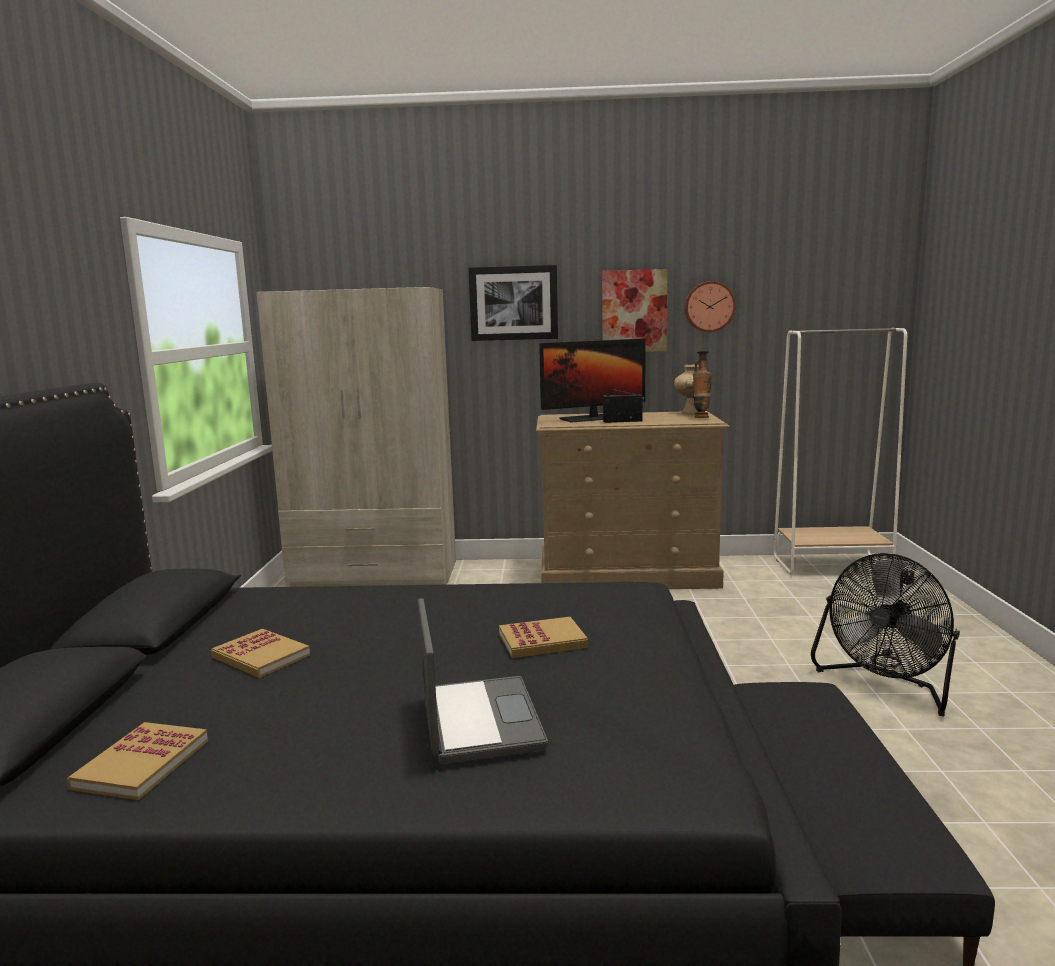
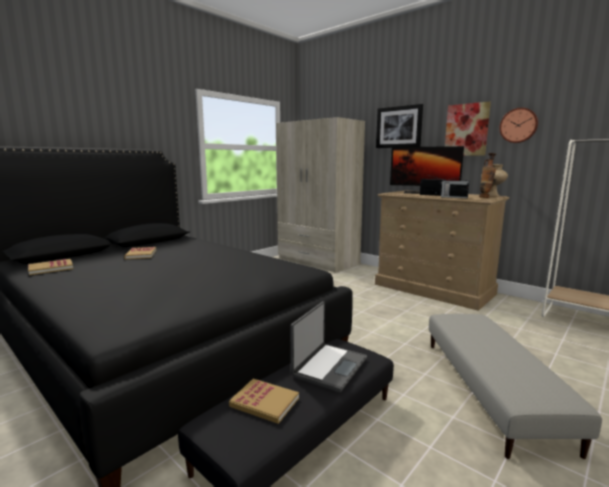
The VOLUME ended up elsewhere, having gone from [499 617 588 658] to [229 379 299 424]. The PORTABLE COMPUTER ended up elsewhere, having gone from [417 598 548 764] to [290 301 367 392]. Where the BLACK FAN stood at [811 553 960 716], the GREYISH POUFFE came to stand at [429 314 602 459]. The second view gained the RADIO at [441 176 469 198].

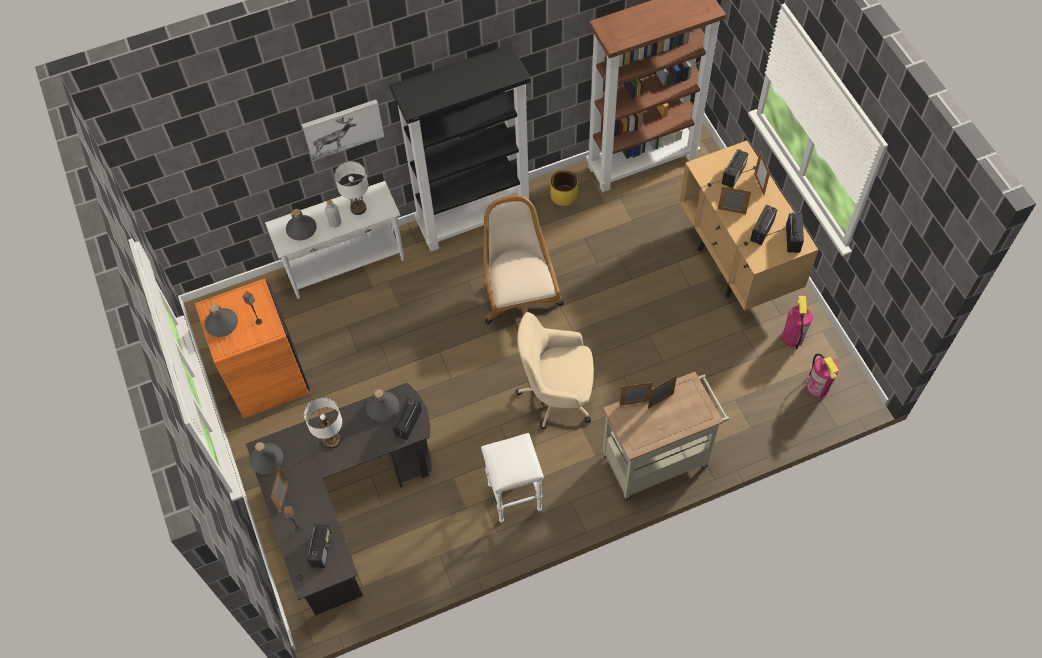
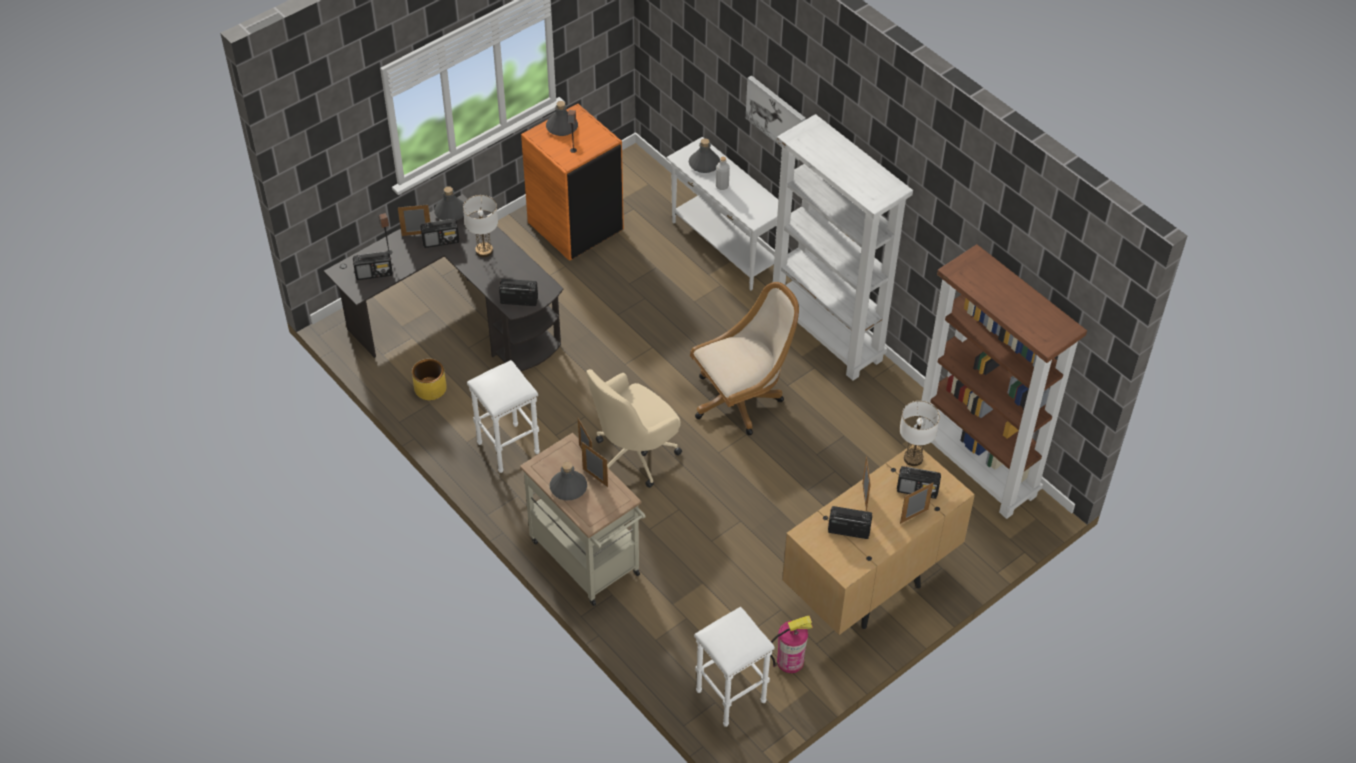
The YELLOWISH FLOWER POT ended up elsewhere, having gone from [550 170 578 206] to [412 359 447 400]. The RADIO ended up elsewhere, having gone from [786 213 804 253] to [420 219 459 248]. The GREYISH BEVERAGE BOTTLE ended up elsewhere, having gone from [366 389 399 422] to [550 462 587 500]. The BEIGE-COLOURED DESK CHAIR at [515 312 594 429] ended up facing another way, 120 degrees counterclockwise from before. Where the FIRE EXTINGUISHER stood at [806 354 839 398], the WHITE STOOL SEAT came to stand at [694 607 775 727]. What was the BLACK BOOKSHELF at [390 44 531 251] turned into the WHITE BOOKSHELF at [773 114 913 381]. The TABLETOP LAMP ended up elsewhere, having gone from [334 161 368 215] to [900 401 940 466].

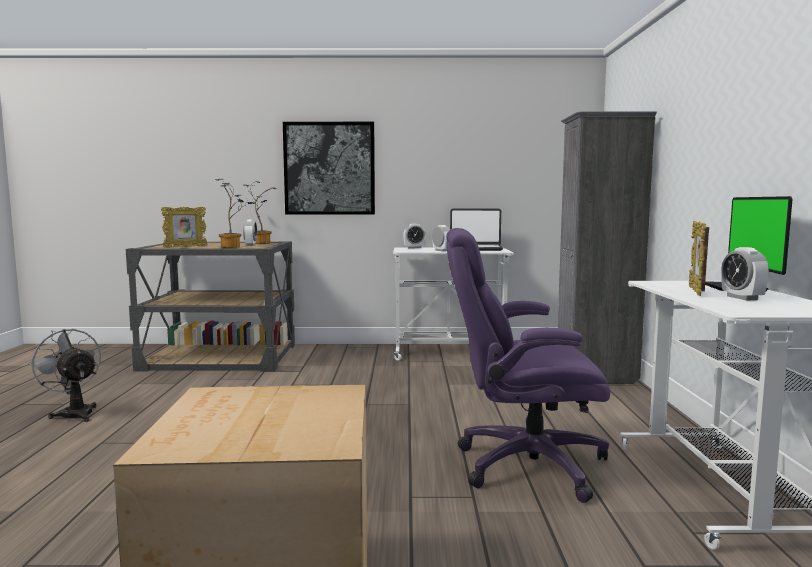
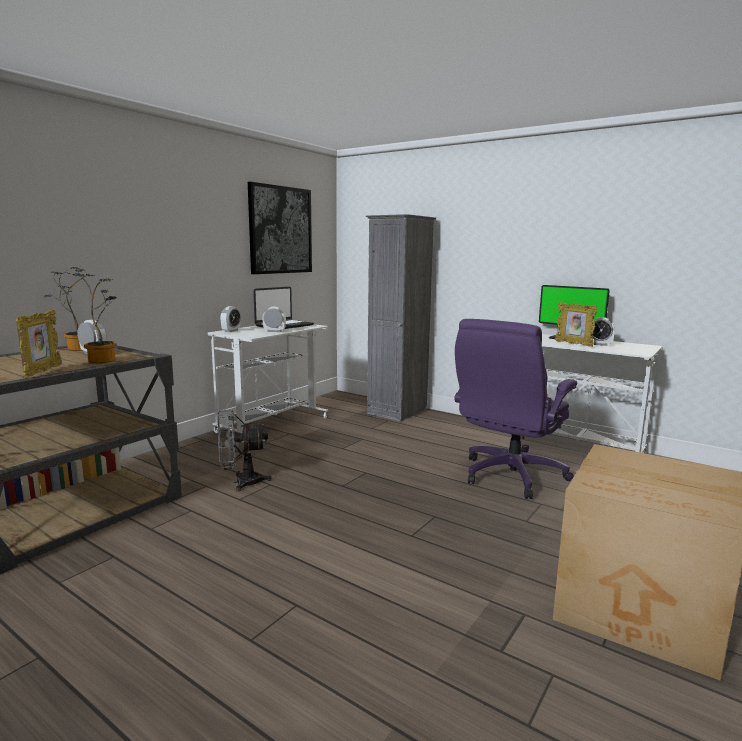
The GREYISH FAN ended up elsewhere, having gone from [28 328 101 422] to [217 410 272 491]. The WALL PICTURE ended up elsewhere, having gone from [283 122 375 215] to [248 182 312 274].

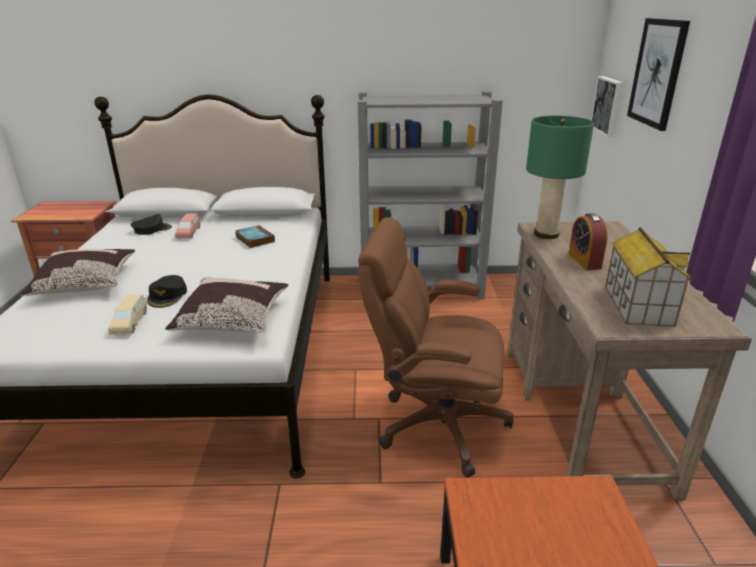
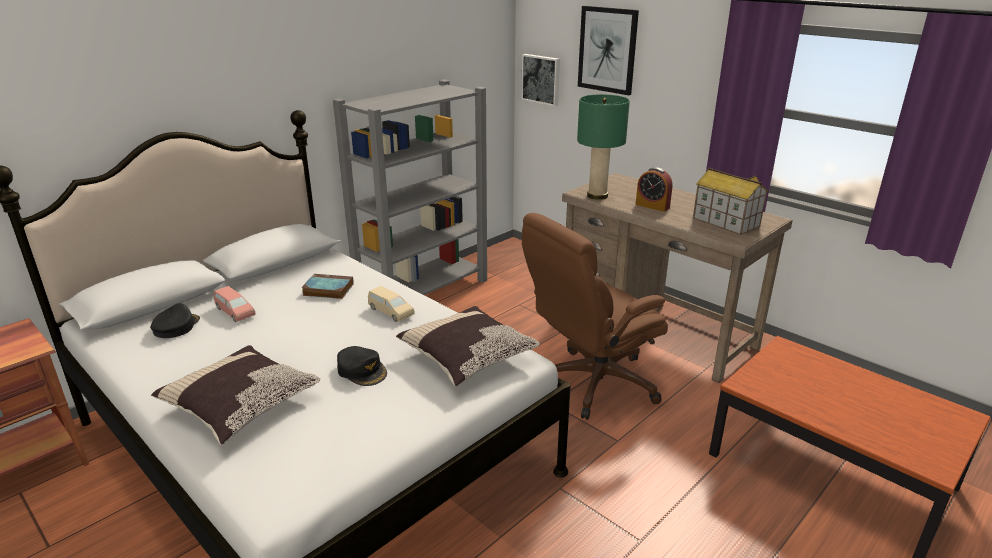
The BEIGE-COLOURED MINIATURE CAR ended up elsewhere, having gone from [108 294 147 335] to [368 286 415 322].

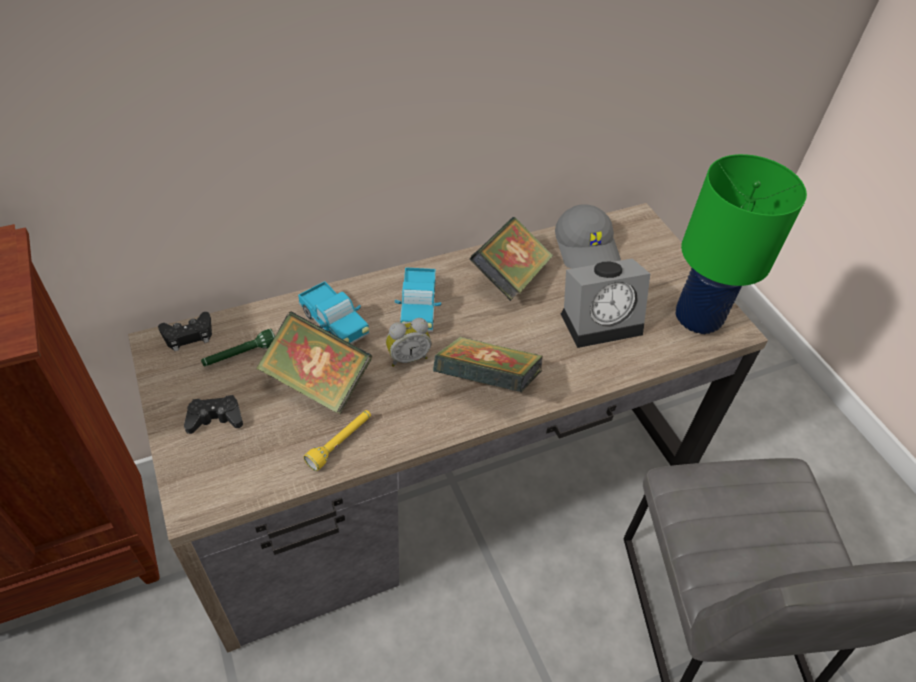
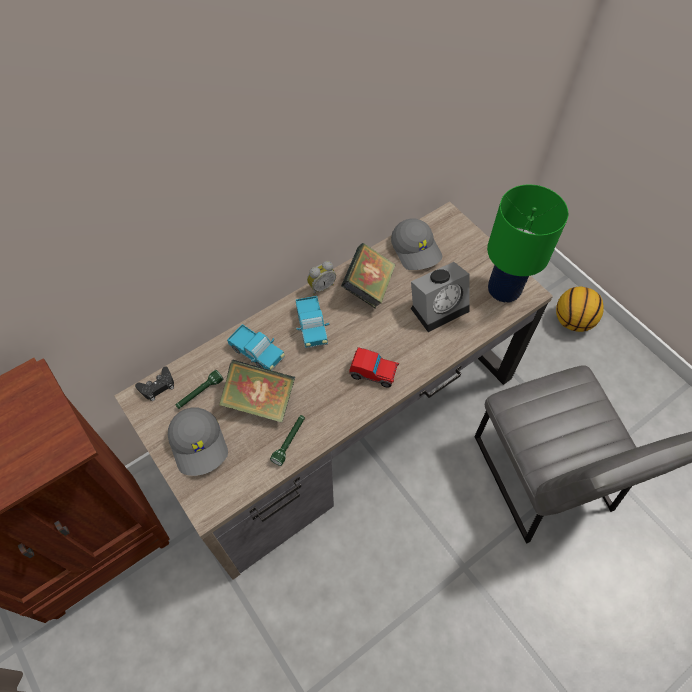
Where the BLACK GAME CONTROLLER stood at [184 395 243 434], the GREYISH BASEBALL CAP came to stand at [168 407 228 476]. What was the YELLOWISH HAND TORCH at [304 410 371 471] turned into the GREEN-COLOURED HAND TORCH at [270 415 305 466]. The ALARM CLOCK ended up elsewhere, having gone from [386 318 431 367] to [307 261 336 295]. Where the VOLUME stood at [433 337 543 393], the MINIATURE CAR came to stand at [349 347 399 388]. The second view gained the BASKETBALL at [556 286 604 332].

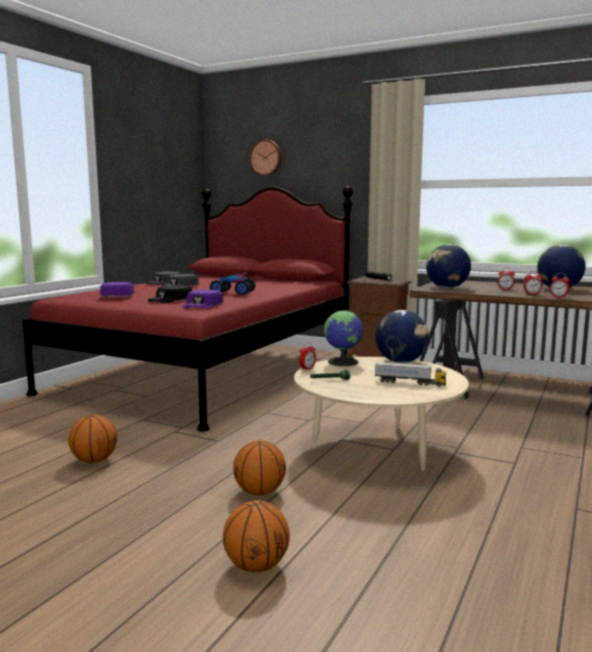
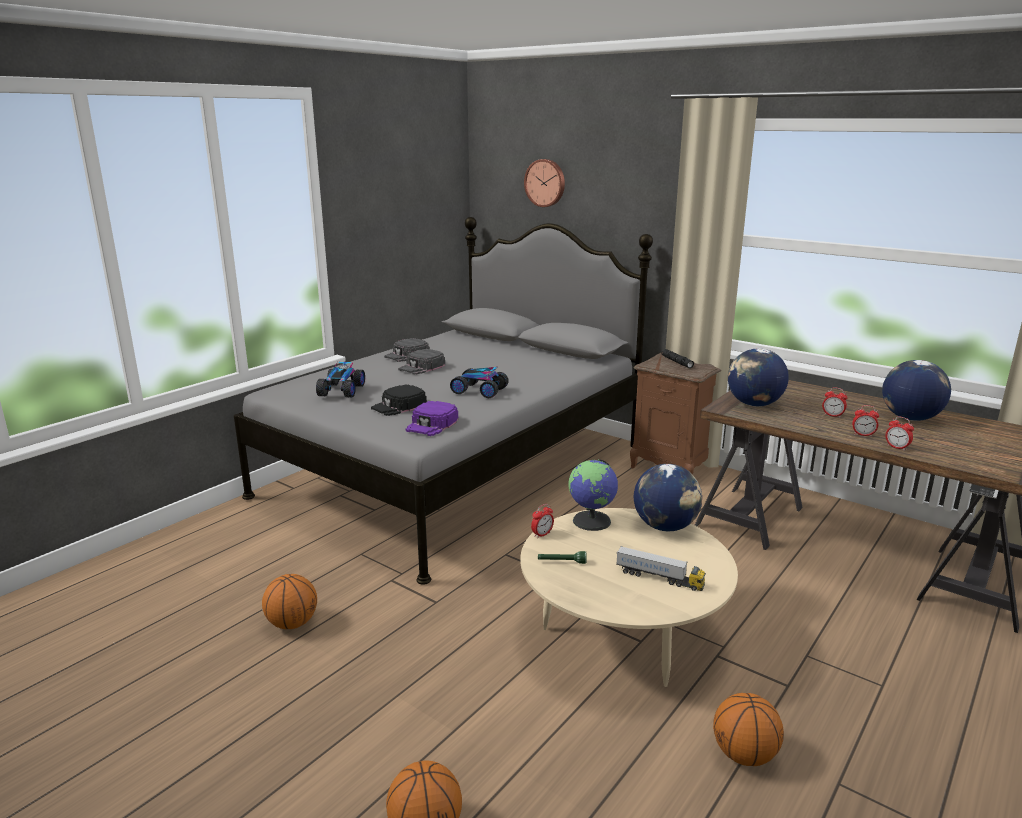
What was the REDDISH BEDROOM BED at [22 186 353 432] turned into the GREYISH BEDROOM BED at [234 217 653 585]. Where the PURPLISH BASEBALL CAP stood at [100 282 135 297], the MINIATURE CAR came to stand at [316 362 365 397]. The BASKETBALL ended up elsewhere, having gone from [233 440 286 496] to [713 693 784 766].

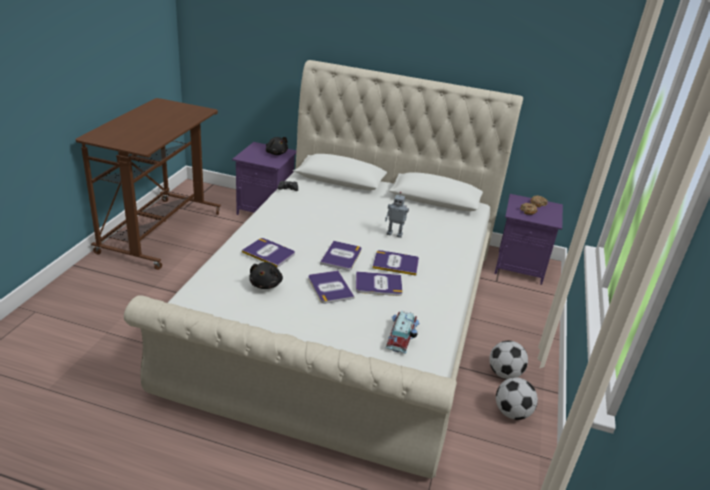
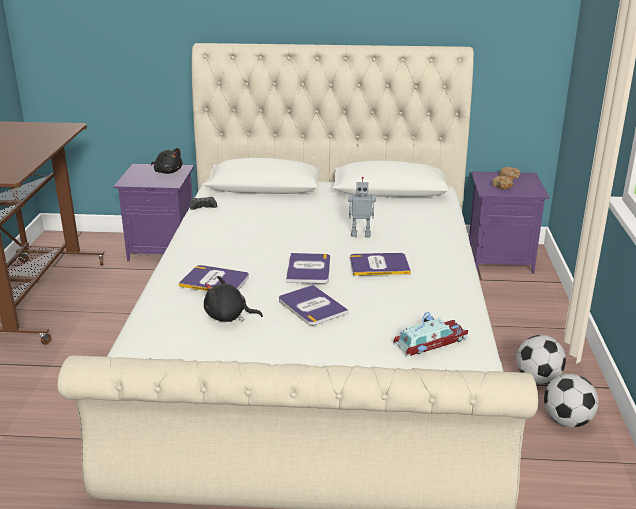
The BLACK SOFT TOY at [249 262 283 289] ended up facing another way, 105 degrees clockwise from before. The MINIATURE CAR at [386 311 420 353] ended up facing another way, 120 degrees counterclockwise from before. The second view lost the VOLUME at [356 271 403 296].

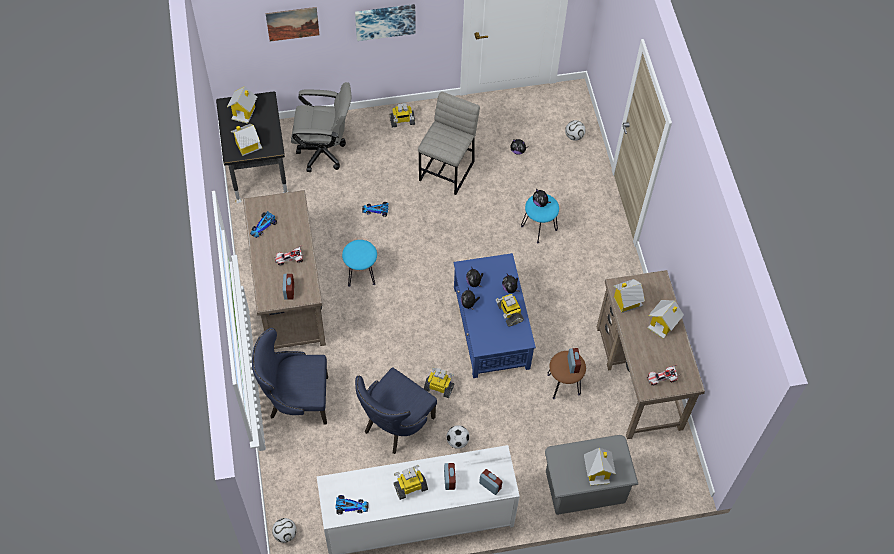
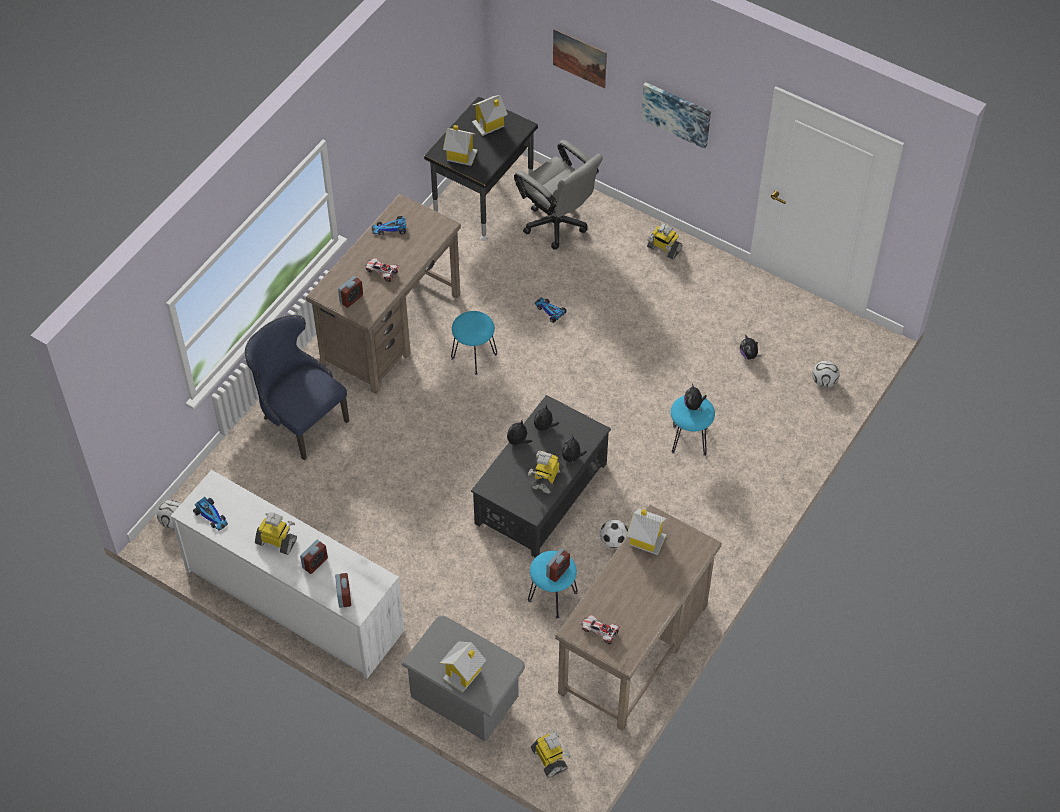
What was the BLUE-COLOURED COFFEE TABLE at [454 253 536 378] turned into the BLACK COFFEE TABLE at [471 395 611 558]. What was the BROWNISH STOOL SEAT at [547 351 586 399] turned into the TURQUOISE STOOL SEAT at [528 551 578 619]. The TOY ROBOT ended up elsewhere, having gone from [424 367 454 398] to [531 730 571 778]. The FOOTBALL ended up elsewhere, having gone from [447 425 469 449] to [600 519 628 548]. The second view lost the BLUE-COLOURED PLAIN CHAIR at [355 368 437 454]. The second view lost the GREYISH PLAIN CHAIR at [418 92 480 195]. The second view lost the MODEL HOUSE at [648 300 684 339].

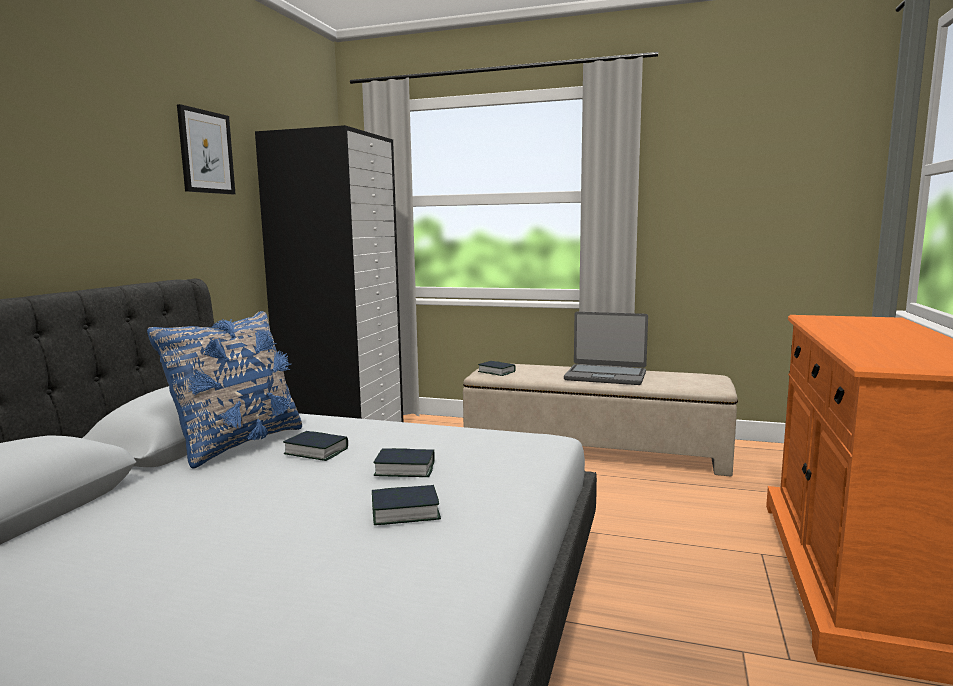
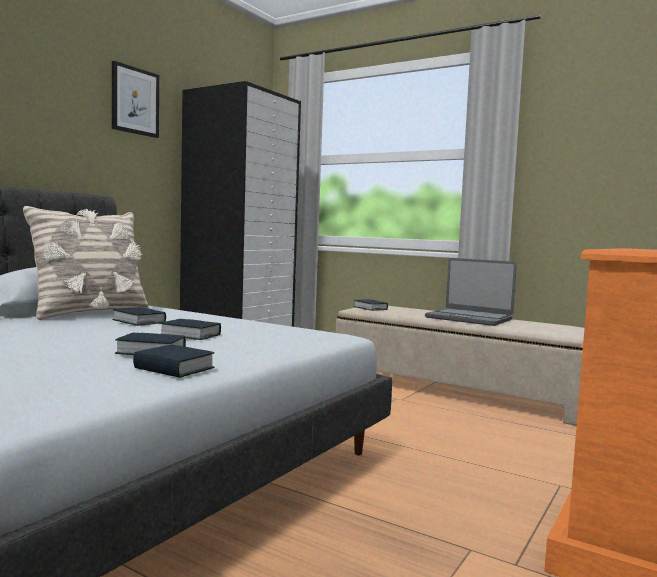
What was the BLUE-COLOURED THROW PILLOW at [147 311 302 469] turned into the BEIGE-COLOURED THROW PILLOW at [23 206 149 320]. The second view gained the VOLUME at [133 344 214 378].

